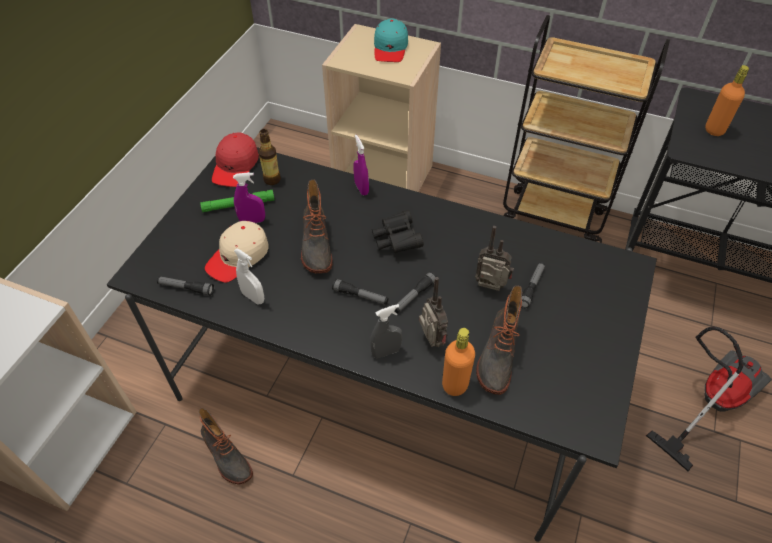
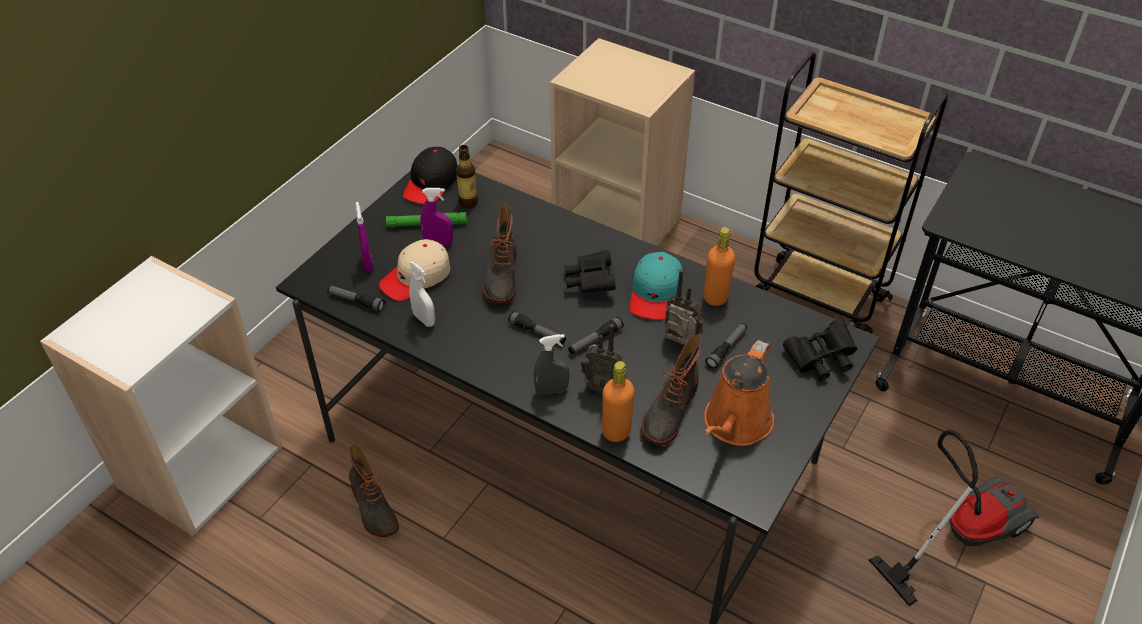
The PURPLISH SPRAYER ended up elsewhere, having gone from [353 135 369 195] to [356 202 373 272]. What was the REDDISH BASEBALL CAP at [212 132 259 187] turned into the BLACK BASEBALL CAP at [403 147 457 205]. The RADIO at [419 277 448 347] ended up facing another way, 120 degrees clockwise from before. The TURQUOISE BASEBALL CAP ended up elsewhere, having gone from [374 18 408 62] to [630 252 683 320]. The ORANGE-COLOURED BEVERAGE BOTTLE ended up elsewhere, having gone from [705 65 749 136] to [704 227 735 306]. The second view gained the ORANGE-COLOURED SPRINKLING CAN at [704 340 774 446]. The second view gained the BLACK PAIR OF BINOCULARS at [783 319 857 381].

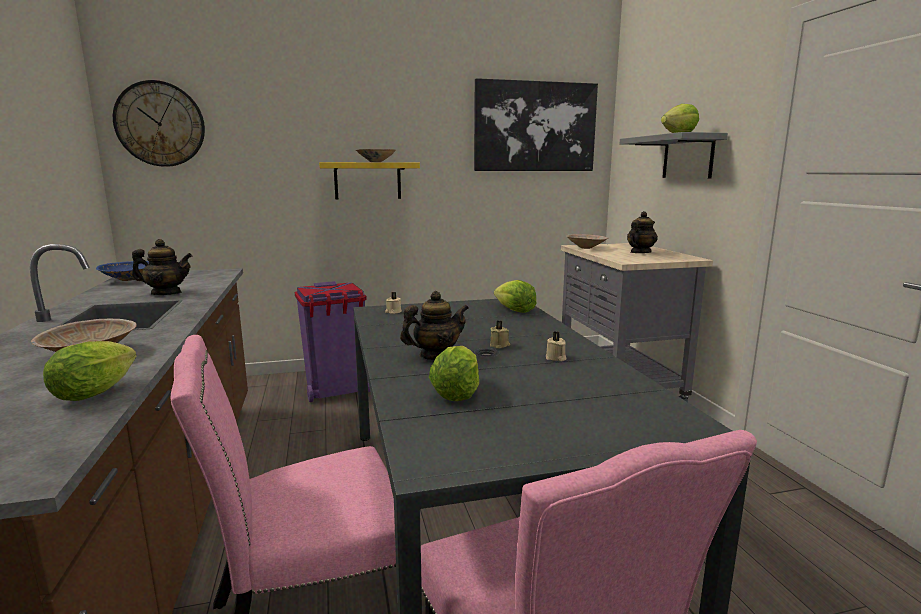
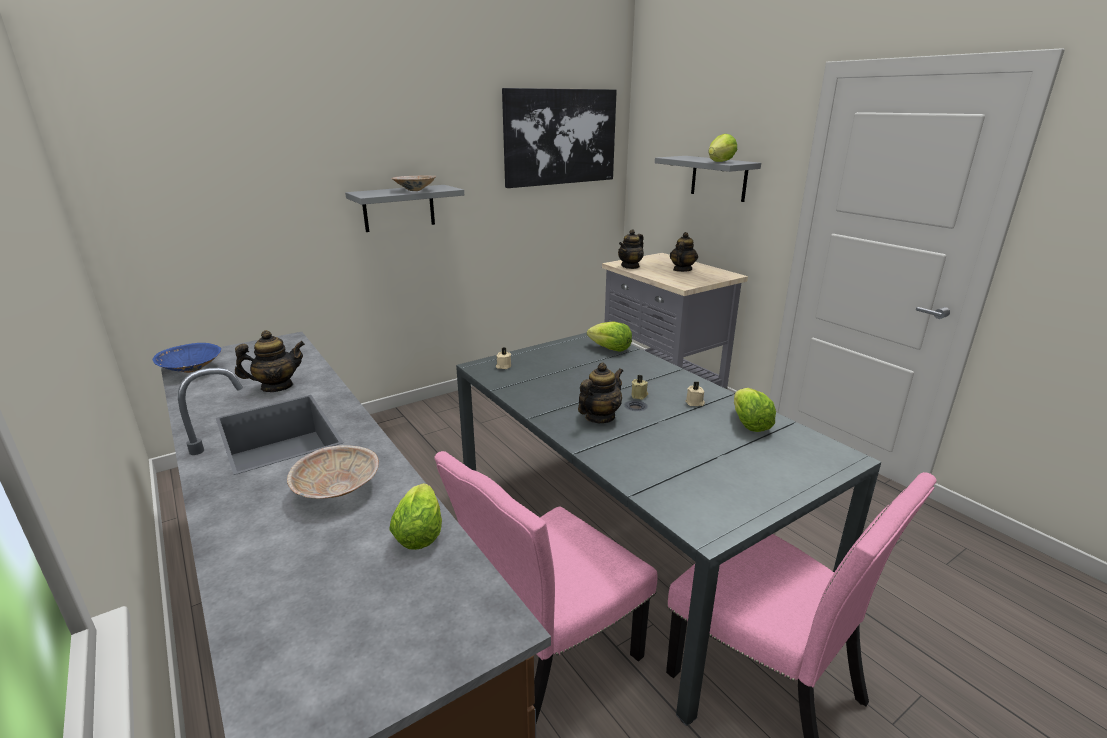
What was the YELLOWISH BRACKET SHELF at [319 162 420 200] turned into the GREYISH BRACKET SHELF at [345 185 464 232]. Where the BEIGE-COLOURED BOWL stood at [566 234 609 249], the TEAPOT came to stand at [618 229 644 269]. The LETTUCE ended up elsewhere, having gone from [429 346 479 401] to [734 388 776 432]. The second view lost the HANGING CLOCK at [113 80 205 167]. The second view lost the PURPLISH WASTE BIN at [295 281 370 402].

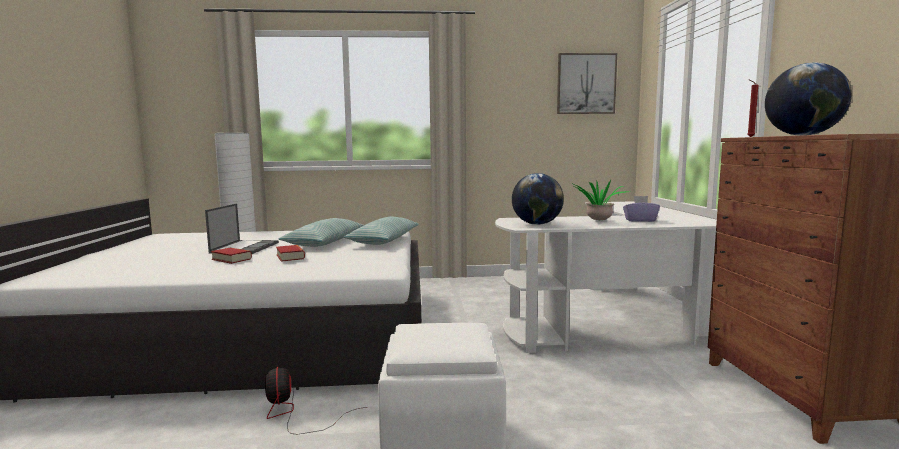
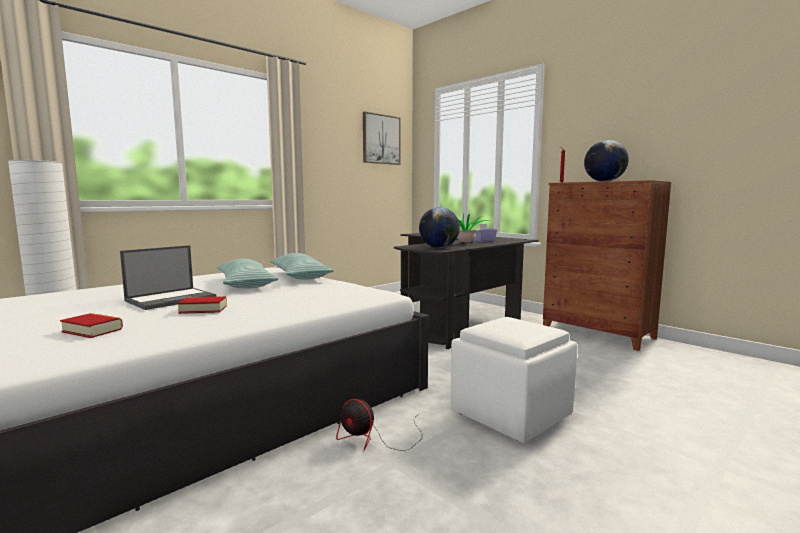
The VOLUME ended up elsewhere, having gone from [276 245 305 262] to [60 313 123 338]. The PORTABLE COMPUTER at [205 203 279 254] ended up facing another way, 75 degrees clockwise from before. What was the WHITE DESK TABLE at [495 201 717 353] turned into the BLACK DESK TABLE at [394 233 539 349].

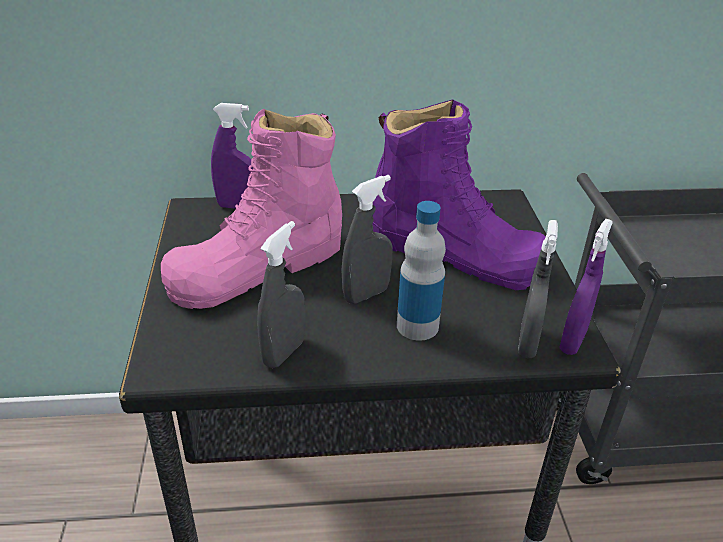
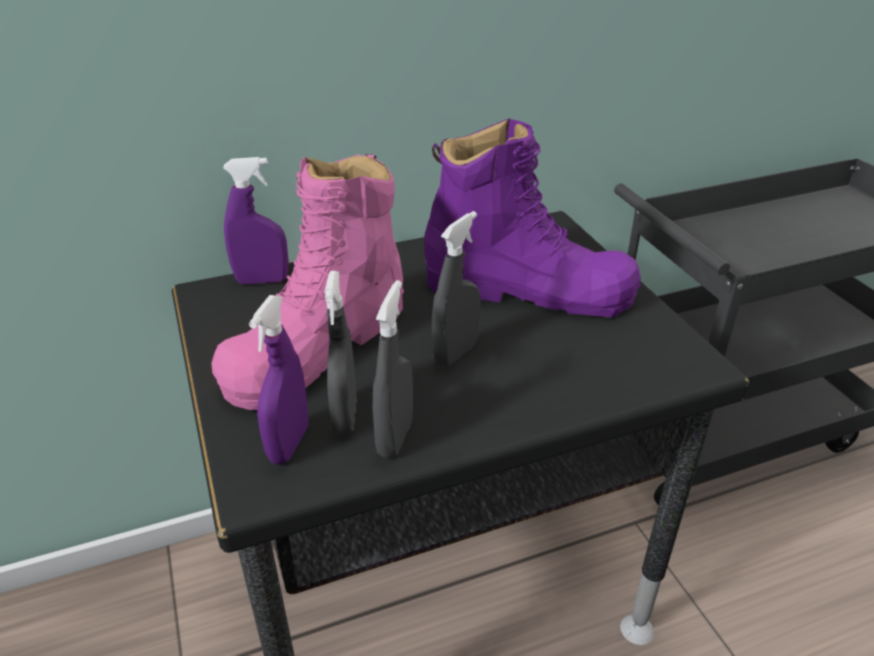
The PURPLISH SPRAYER ended up elsewhere, having gone from [559 219 613 355] to [249 295 308 465]. The GREYISH SPRAYER ended up elsewhere, having gone from [518 220 558 358] to [325 271 357 436]. The second view lost the BEVERAGE BOTTLE at [397 201 446 341].

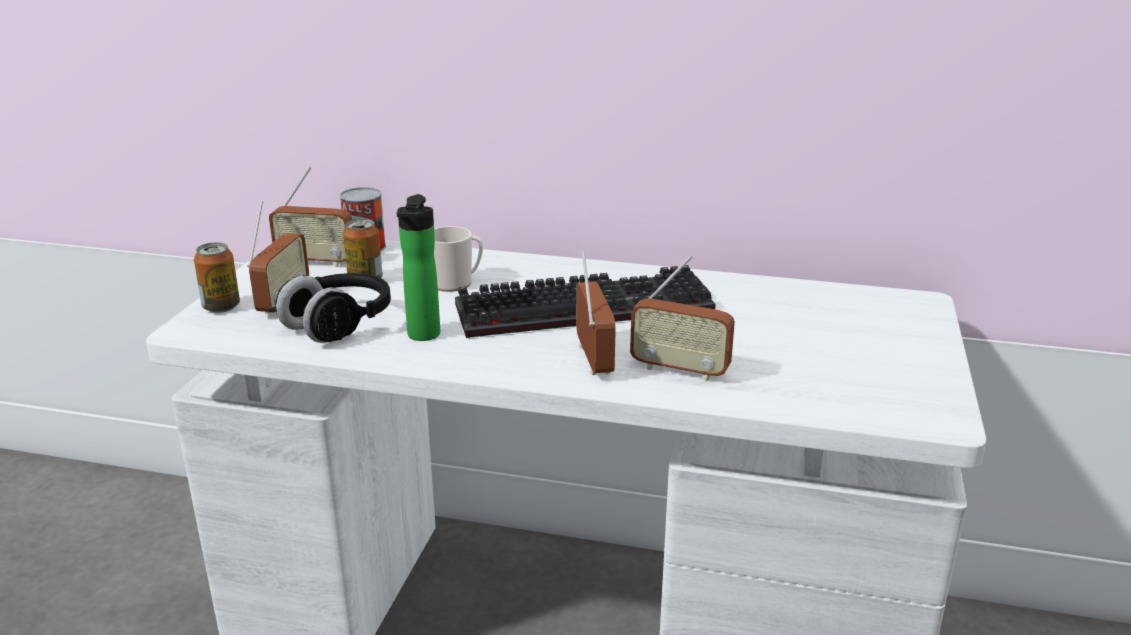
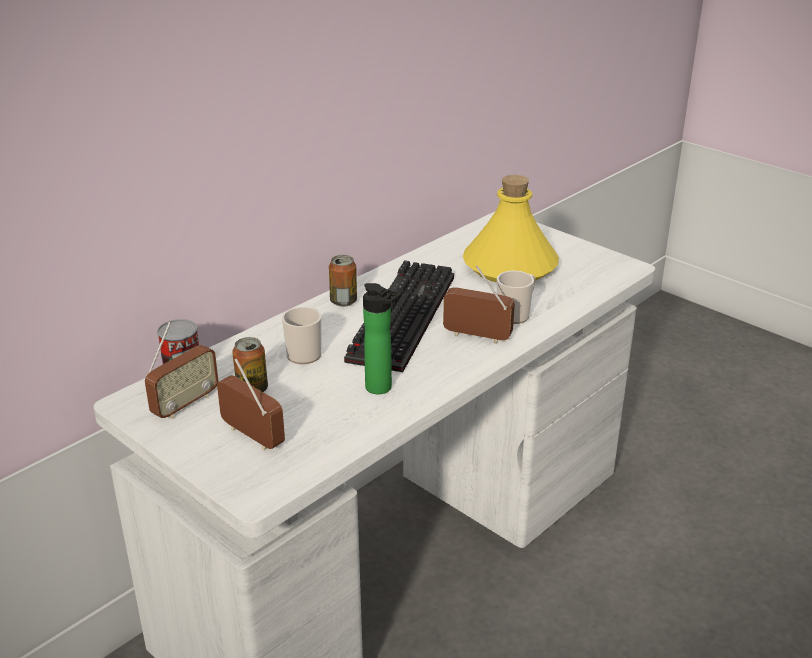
The SEALED CAN ended up elsewhere, having gone from [194 242 240 313] to [329 255 357 307]. The second view gained the YELLOWISH BEVERAGE BOTTLE at [463 175 559 282]. Where the RADIO stood at [630 255 735 381], the MUG came to stand at [497 271 535 324]. The second view lost the BLACK HEADPHONES at [269 273 391 343].

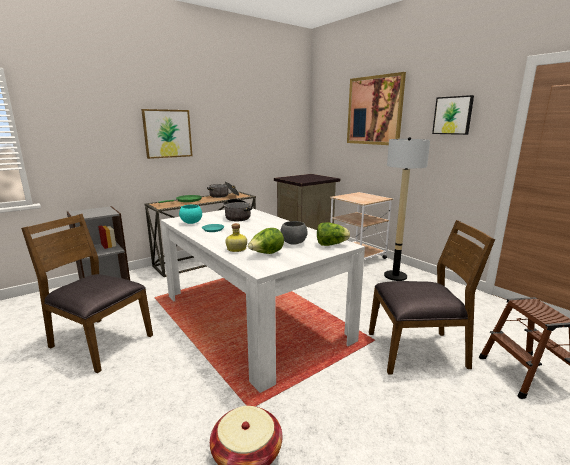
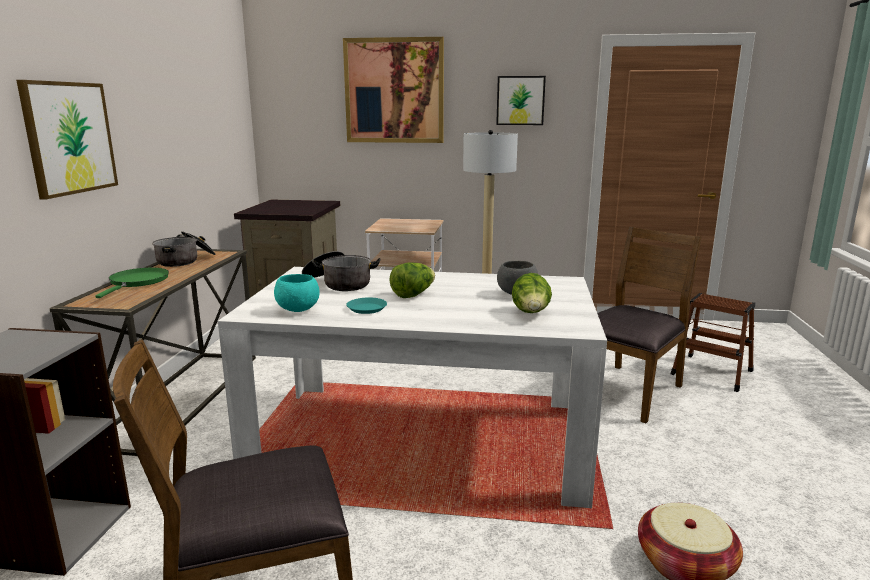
The LETTUCE ended up elsewhere, having gone from [317 222 350 246] to [389 262 435 298]. The second view lost the BEVERAGE BOTTLE at [225 223 247 252].

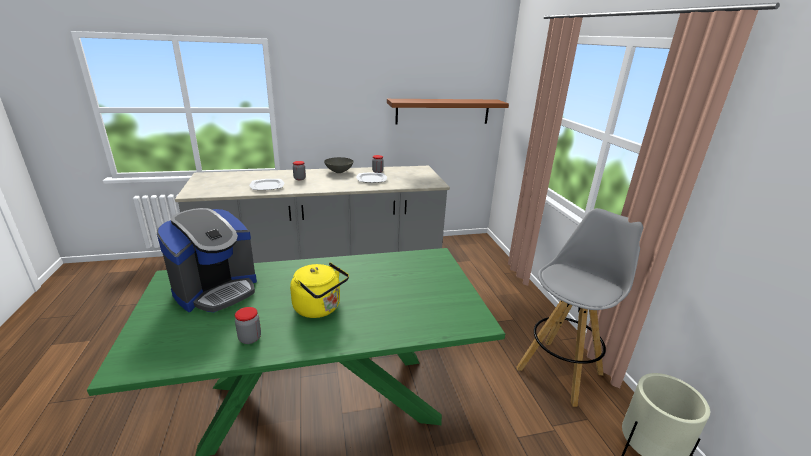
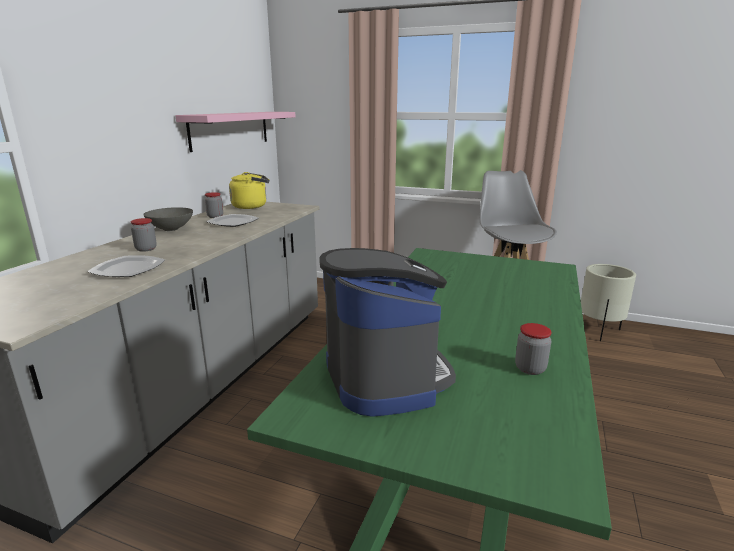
What was the BROWNISH BRACKET SHELF at [387 99 509 124] turned into the PINK BRACKET SHELF at [175 112 296 152]. The YELLOWISH KETTLE ended up elsewhere, having gone from [290 262 349 318] to [229 172 269 209].

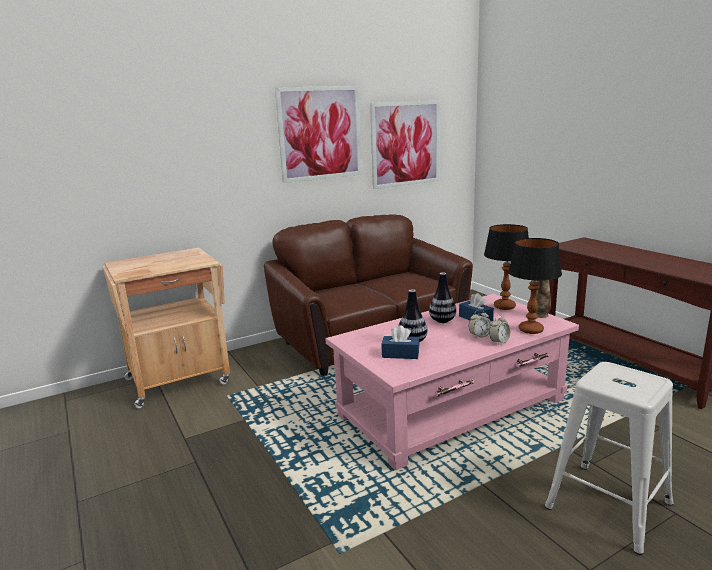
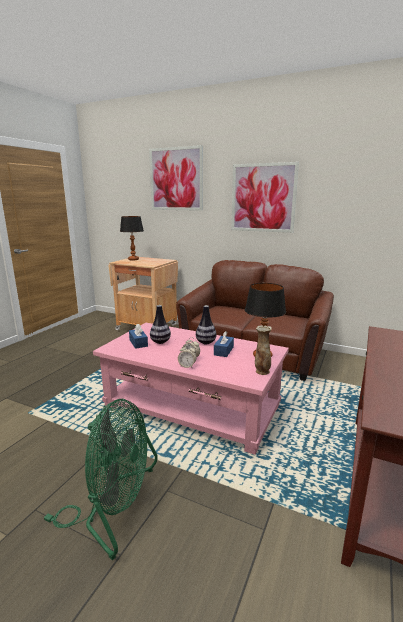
Where the WHITE STOOL SEAT stood at [545 362 674 555], the GREEN-COLOURED FAN came to stand at [44 399 158 560]. The TABLETOP LAMP ended up elsewhere, having gone from [508 238 562 334] to [120 216 144 260]. The WALL PICTURE ended up elsewhere, having gone from [370 101 440 189] to [149 145 203 211].

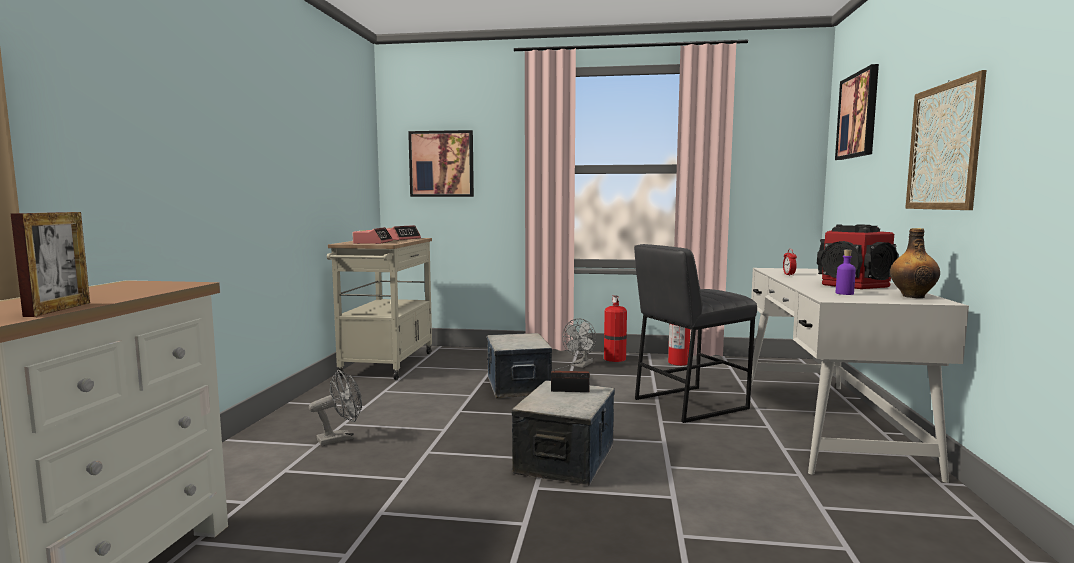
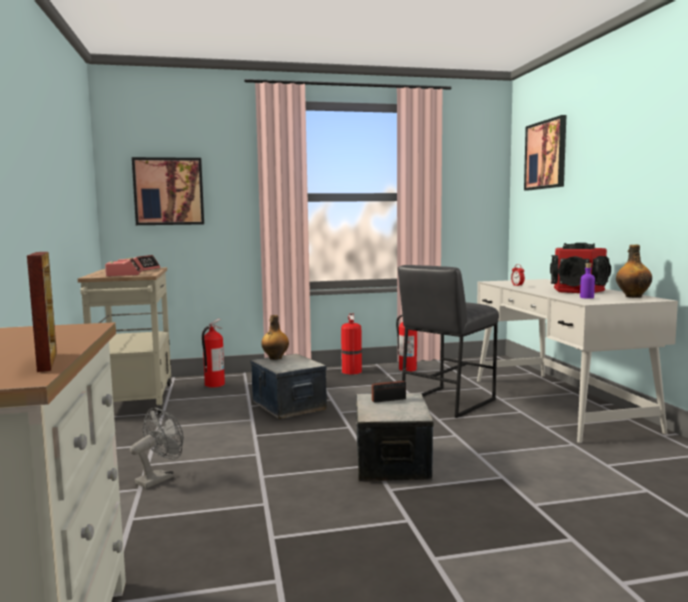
The second view gained the FIRE EXTINGUISHER at [202 319 225 388]. The second view gained the BEVERAGE BOTTLE at [261 315 289 360]. The second view lost the GREYISH FAN at [562 318 596 368]. The second view lost the WALL PICTURE at [905 70 986 210].

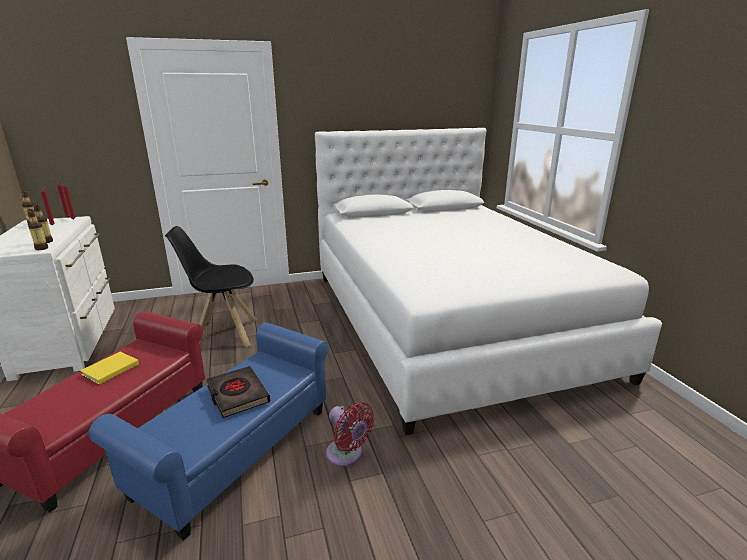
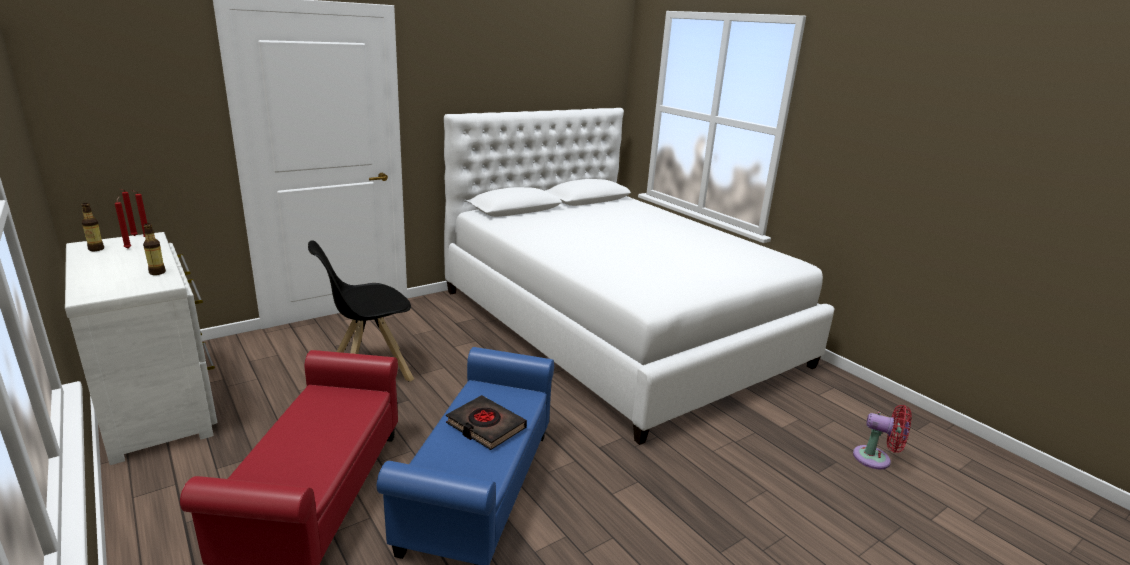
The REDDISH FAN ended up elsewhere, having gone from [326 402 375 467] to [853 405 912 469]. The second view lost the BEVERAGE BOTTLE at [27 209 48 250]. The second view lost the YELLOWISH VOLUME at [80 352 139 385].

